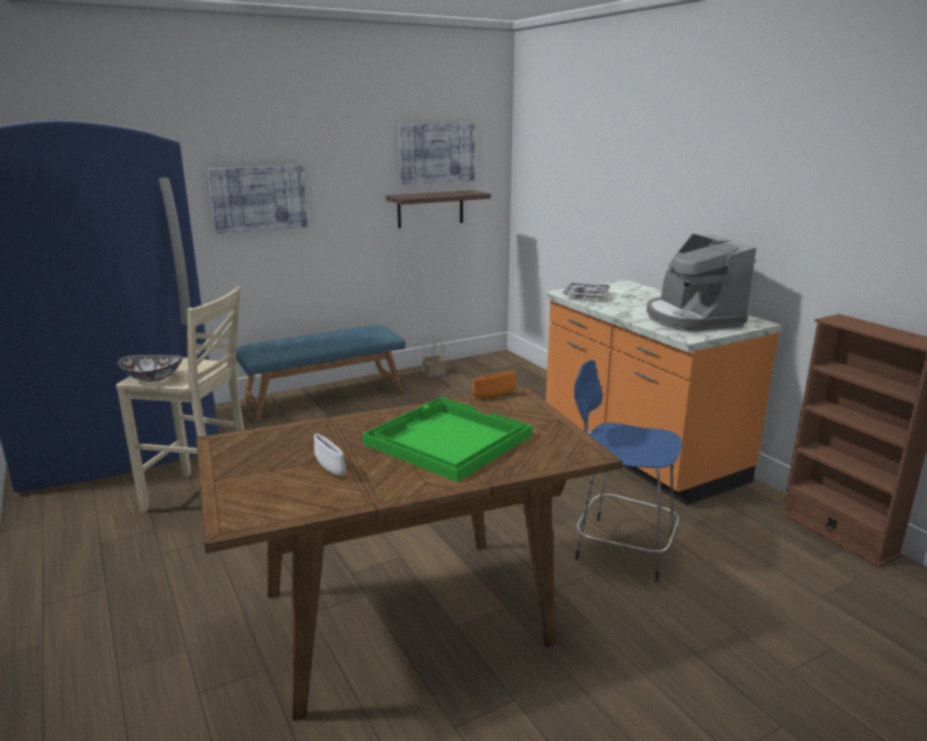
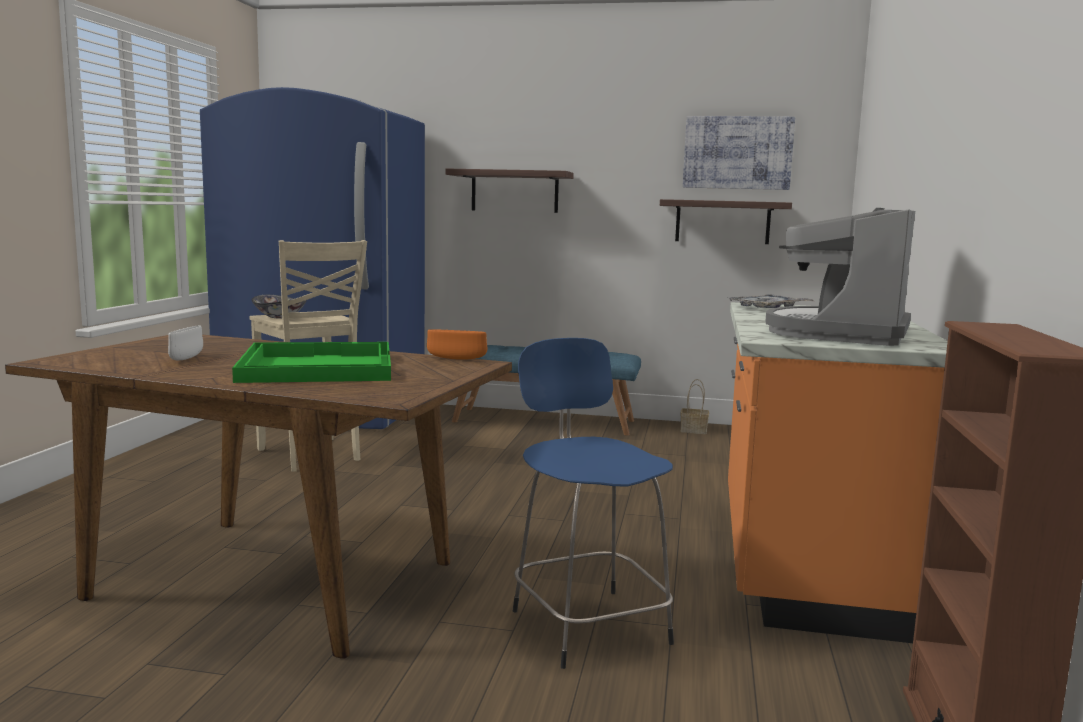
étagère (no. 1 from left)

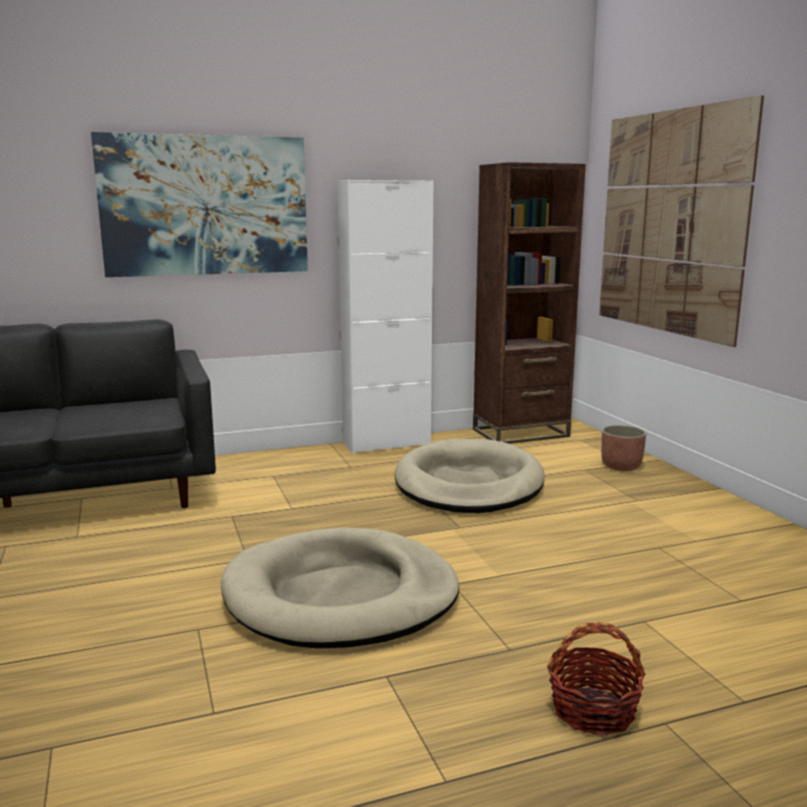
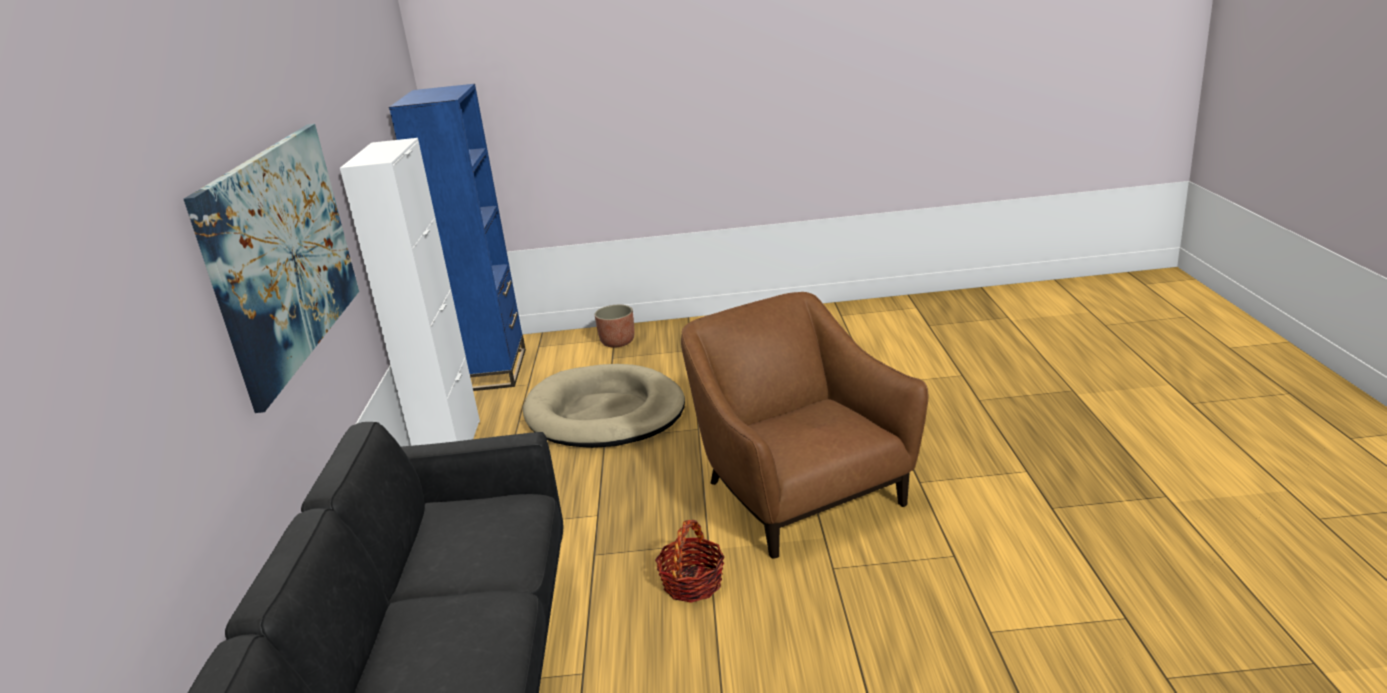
fauteuil [marron]
bibliothèque [bleu]
panier
tableau (no. 2 from left in the first image)

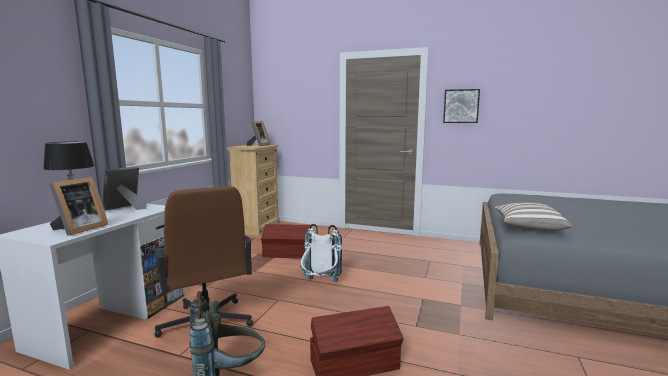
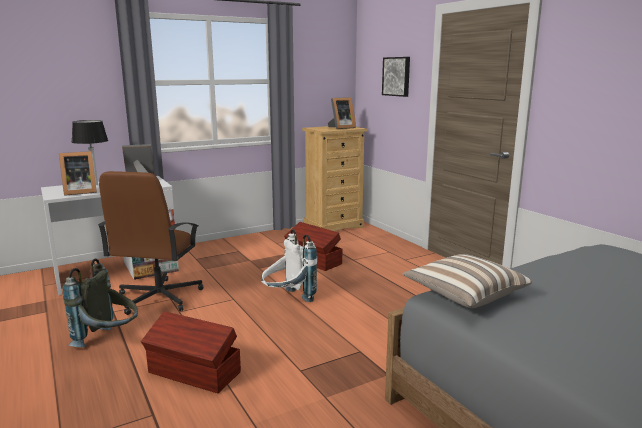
tableau

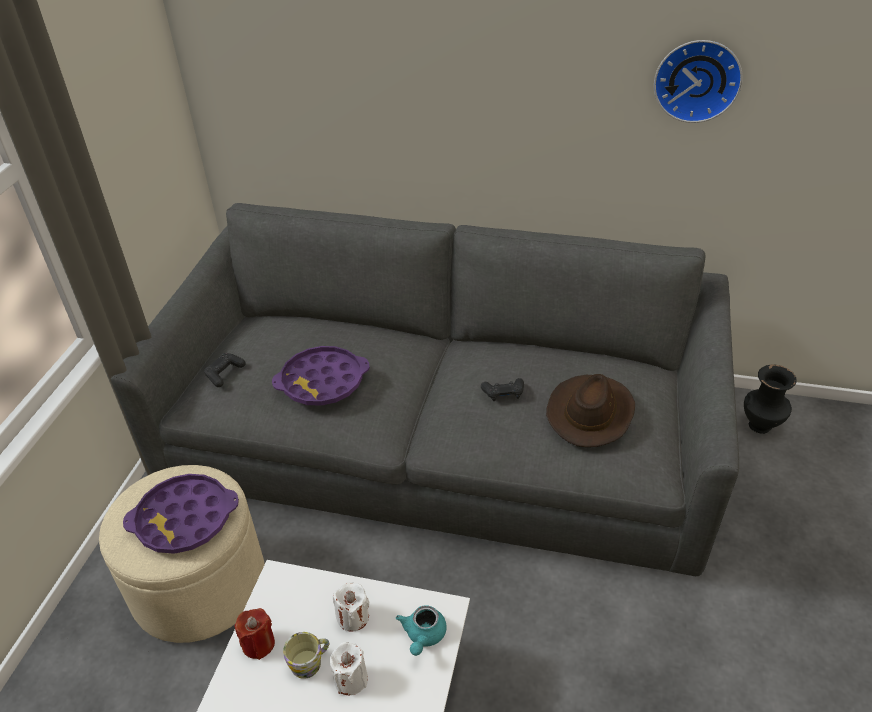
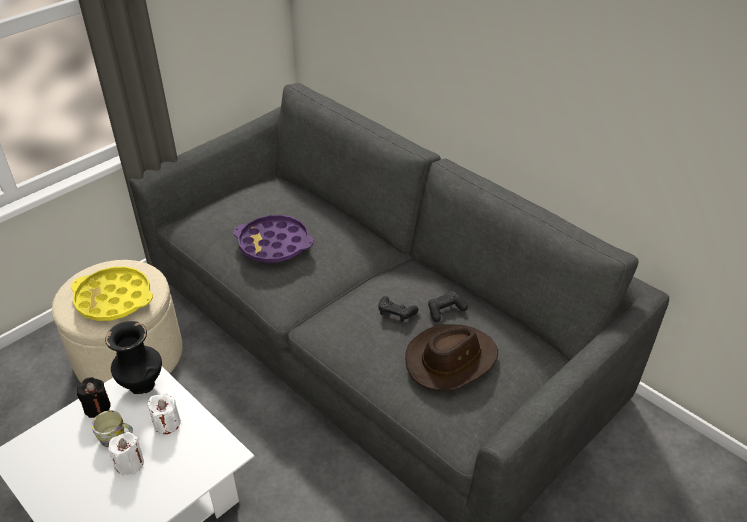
plateau [jaune]
manette [noir] (no. 2 from left)
bougie [noir]
théière [turquoise]
horloge murale
vase [noir]

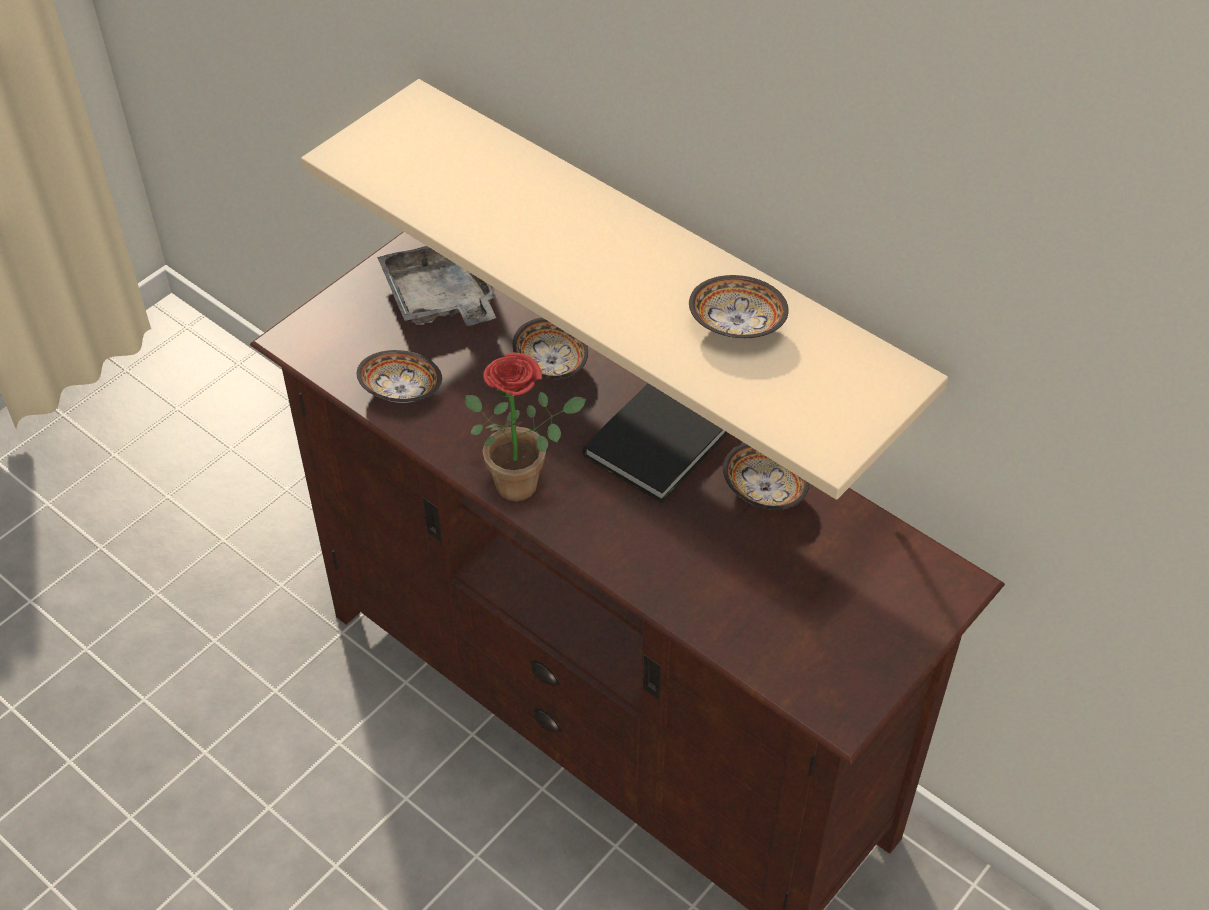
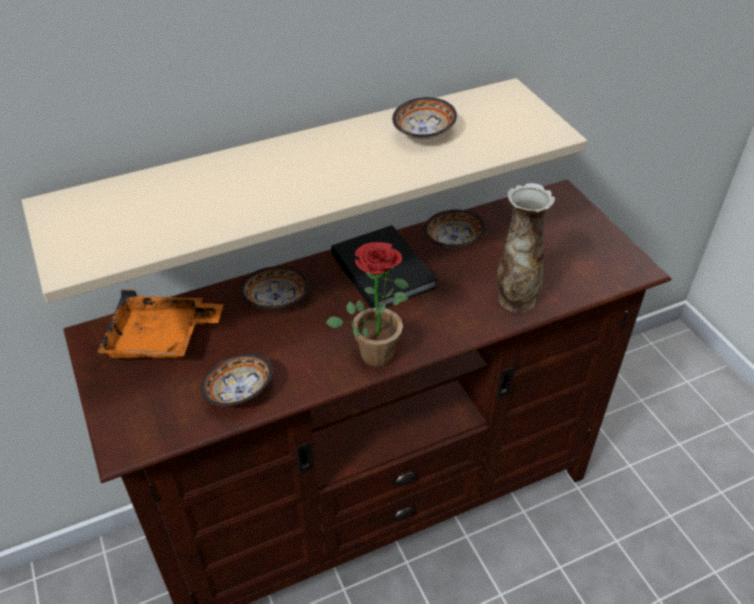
plateau [orange]
vase

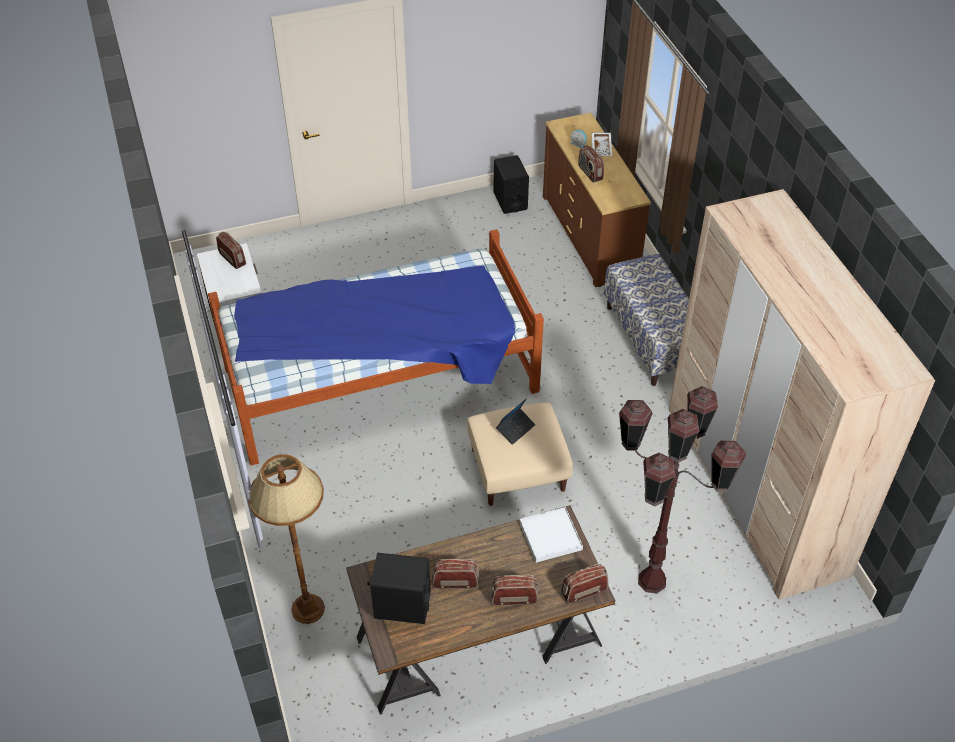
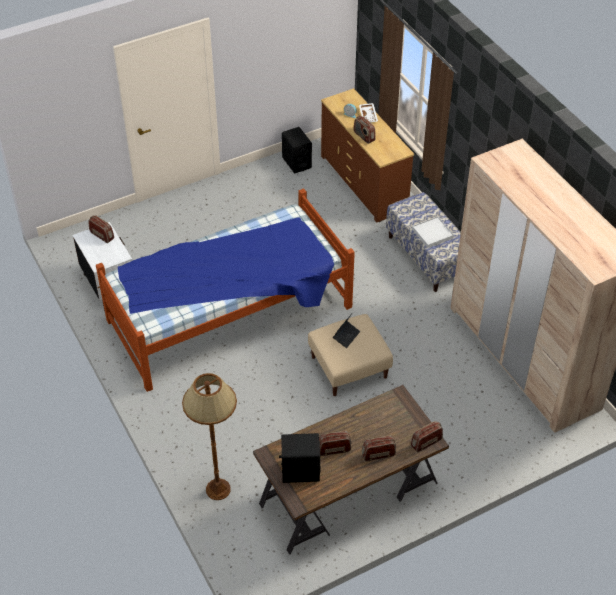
plateau [blanc] (no. 2 from left)
lampadaire [marron] (no. 2 from left in the first image)

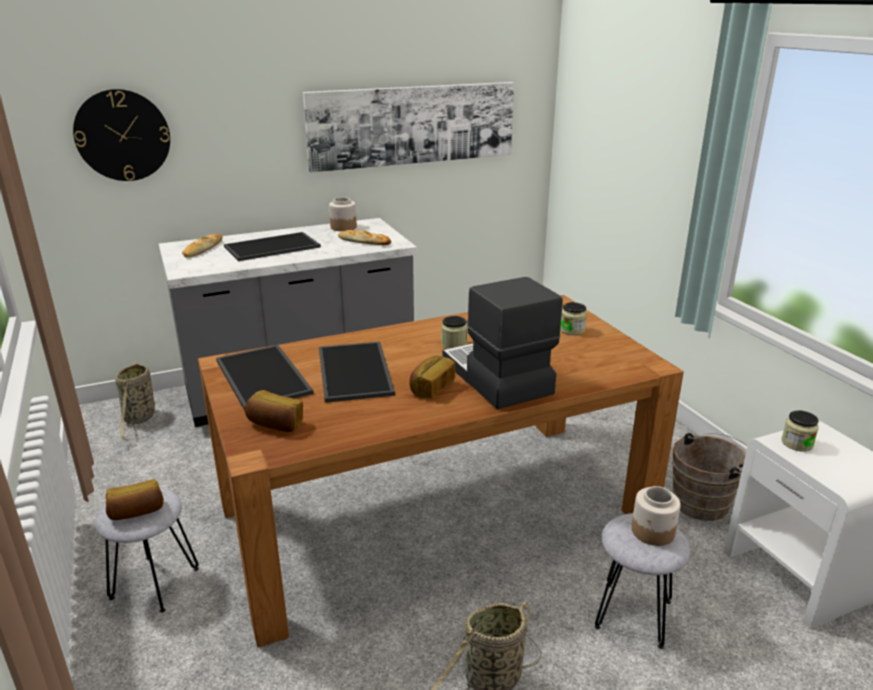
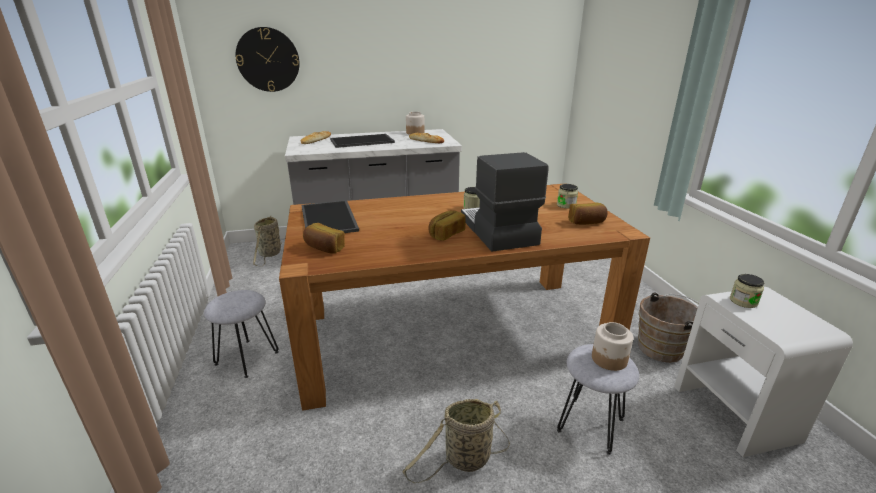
pain (no. 5 from left)
tableau
plateau (no. 3 from left in the first image)

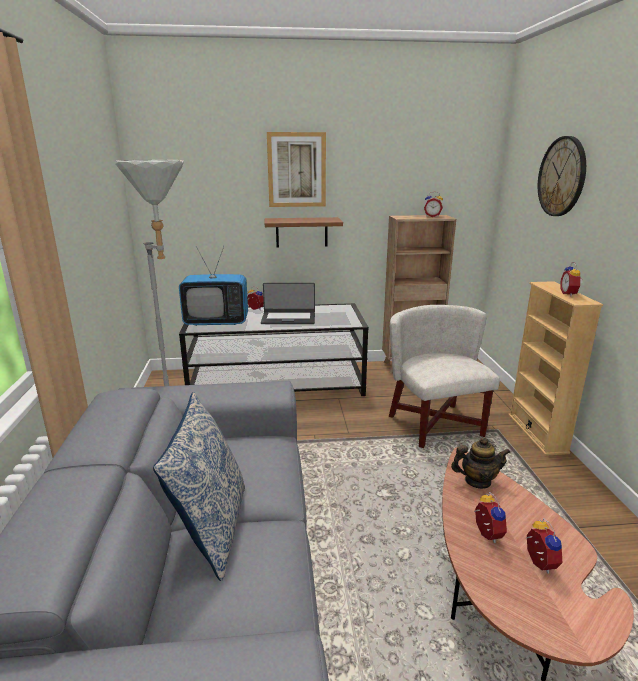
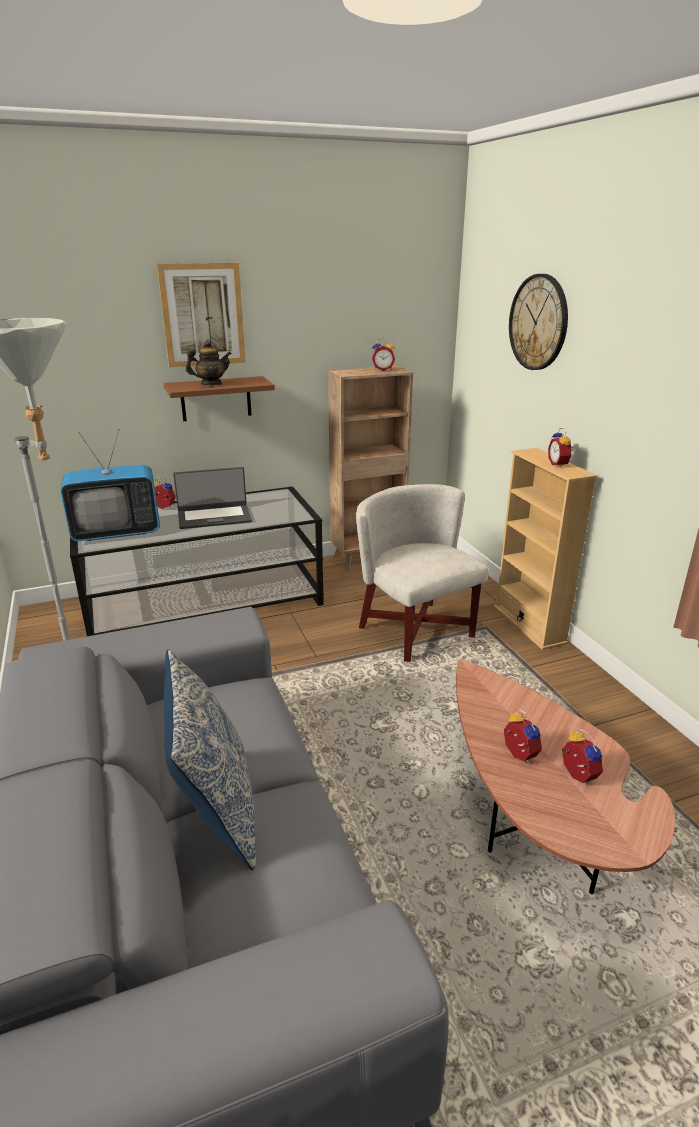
théière

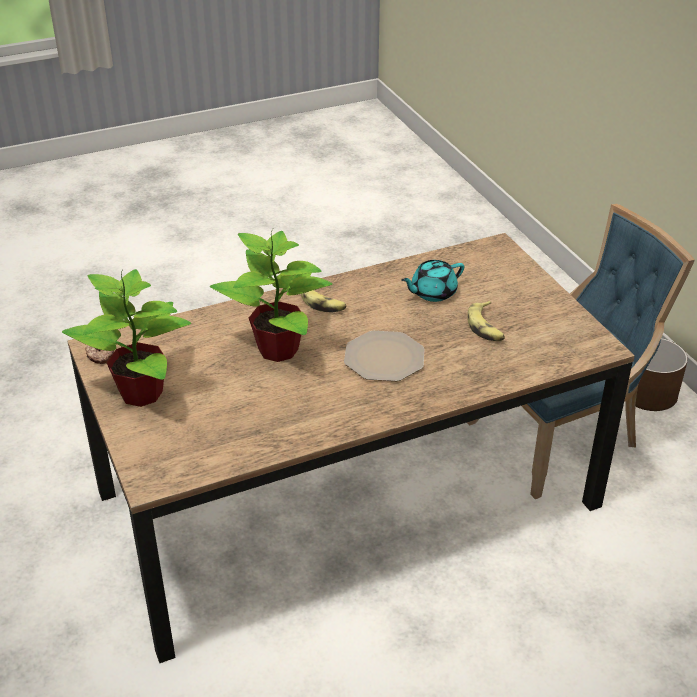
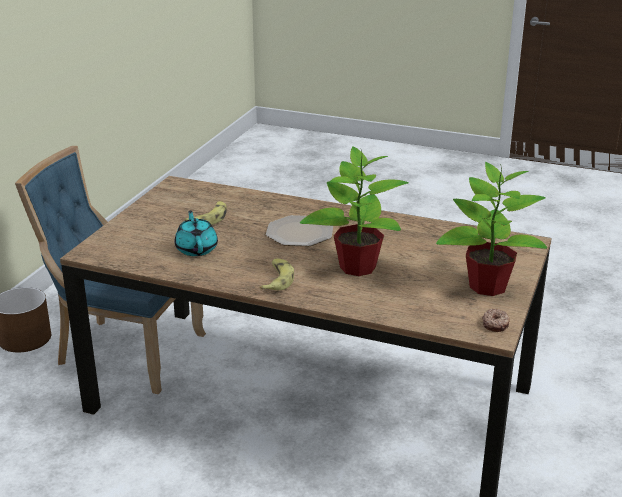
théière [turquoise]

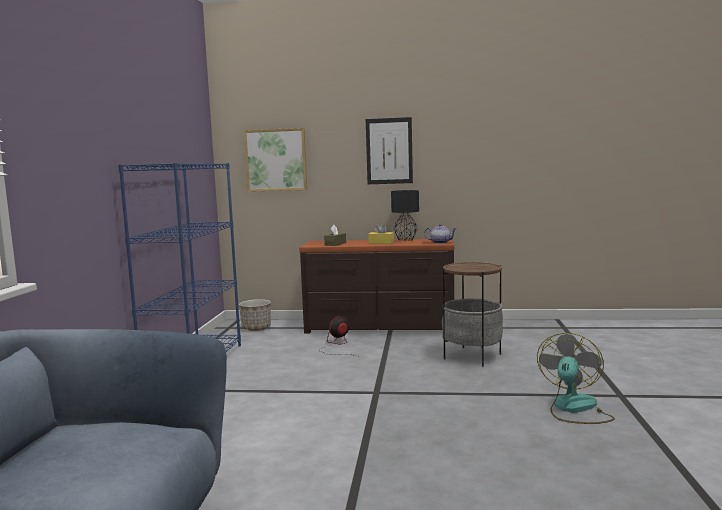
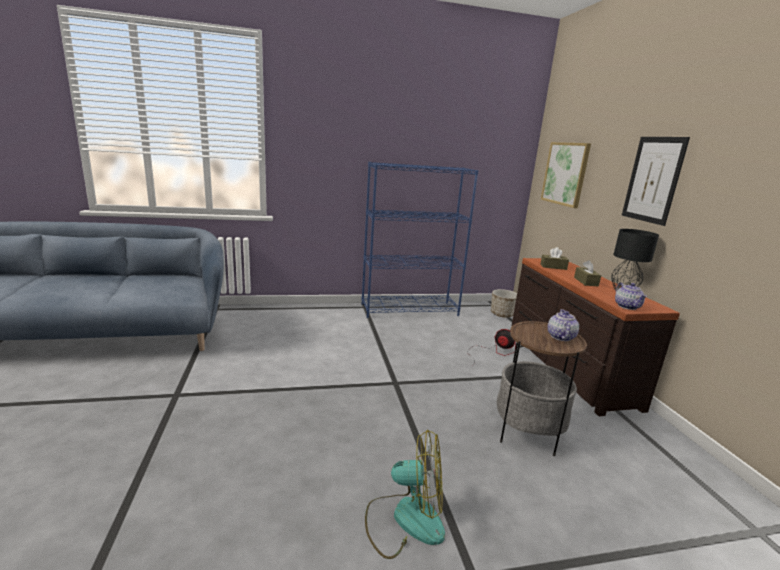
boîte à mouchoirs [marron] (no. 2 from left)
théière (no. 1 from left)

